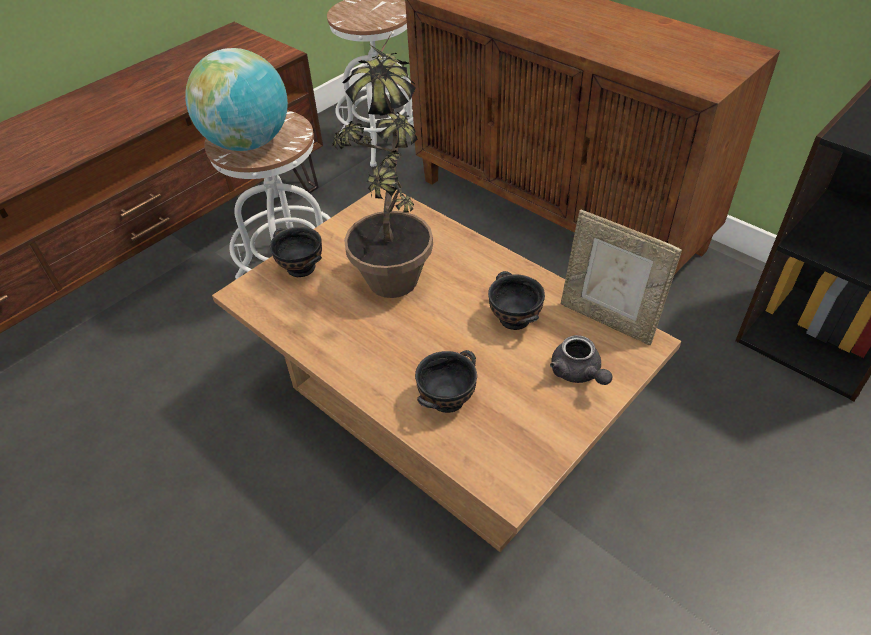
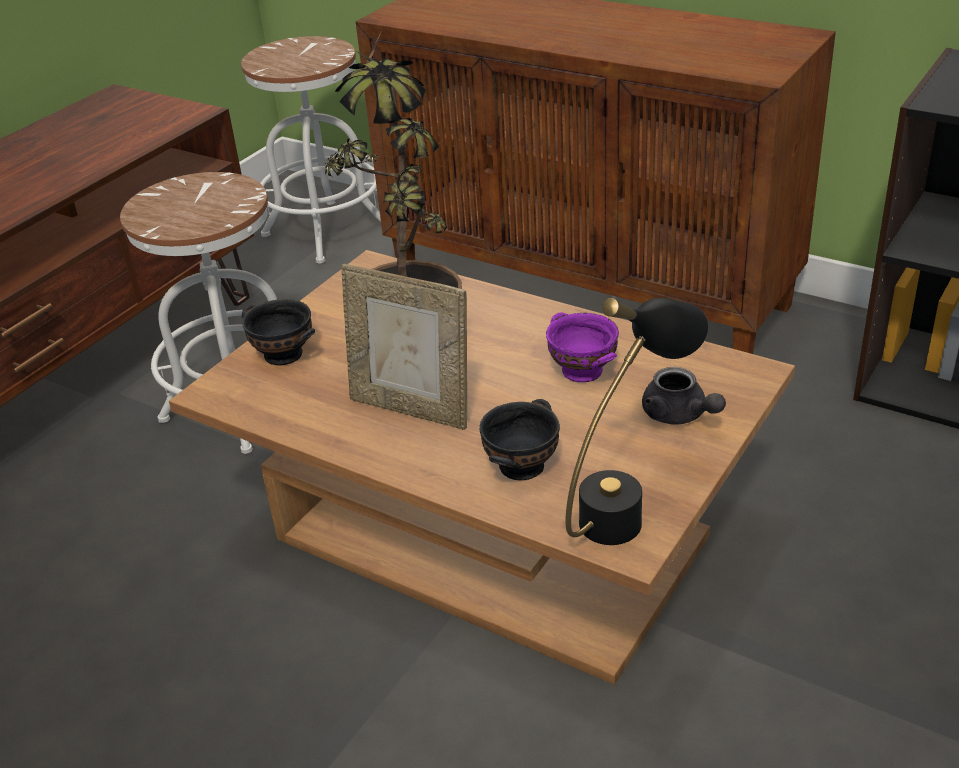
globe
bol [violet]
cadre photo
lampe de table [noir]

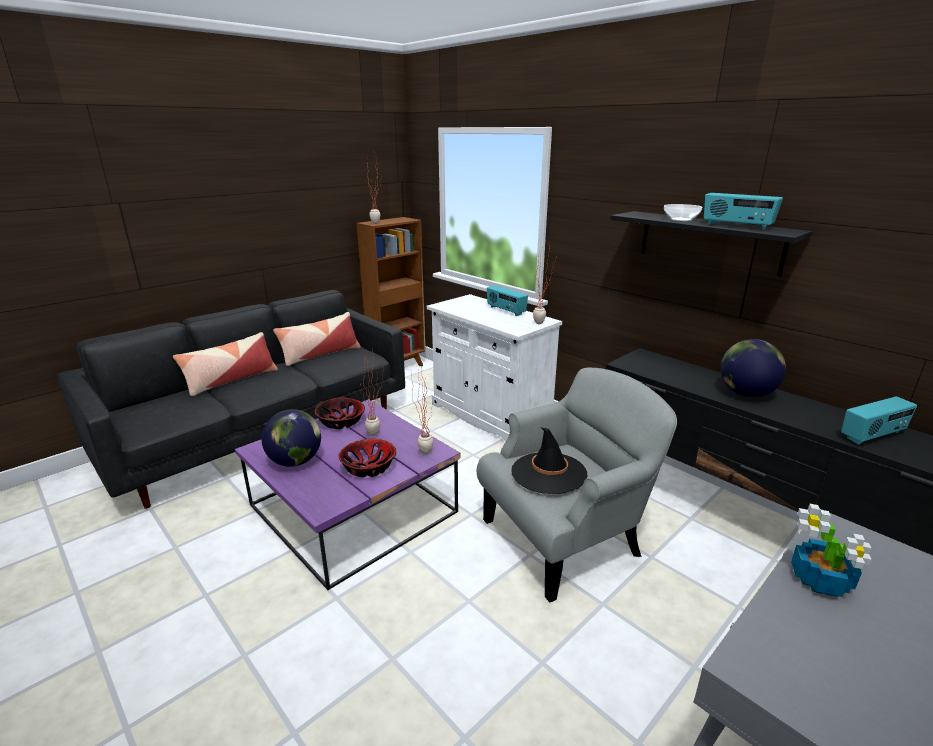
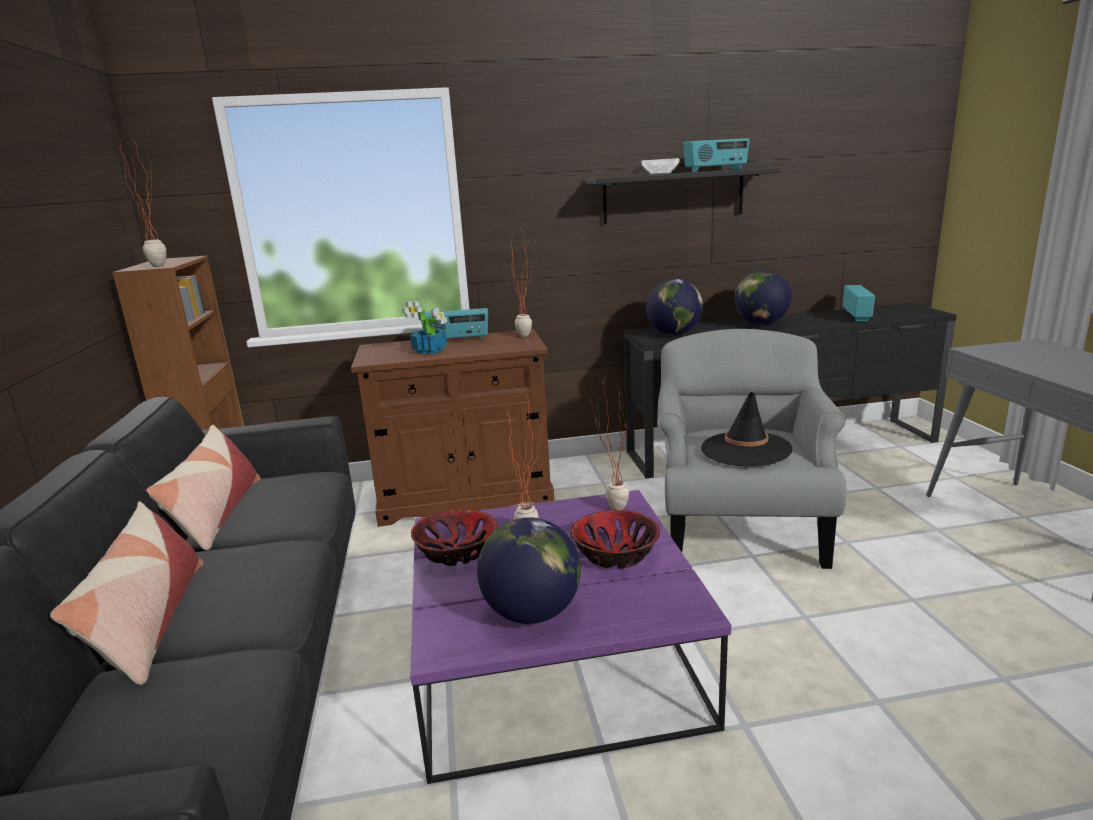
meuble de rangement [marron]
plante en pot (no. 2 from left)
globe (no. 2 from left)

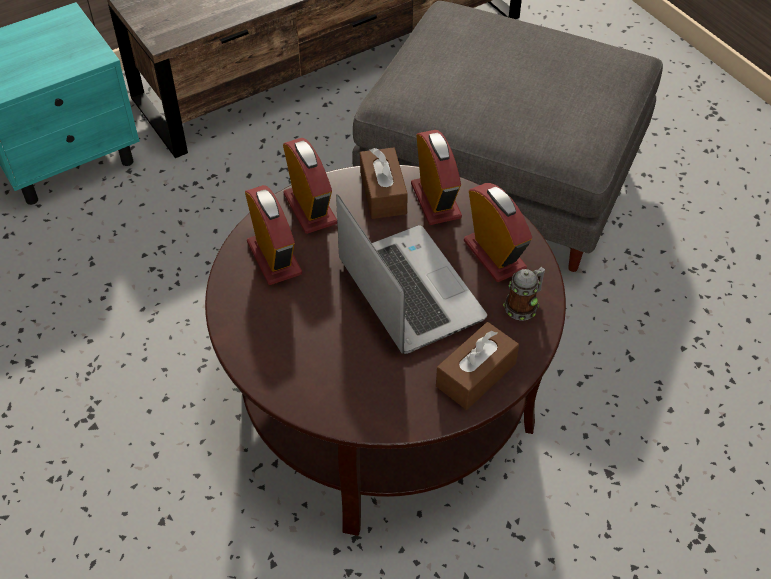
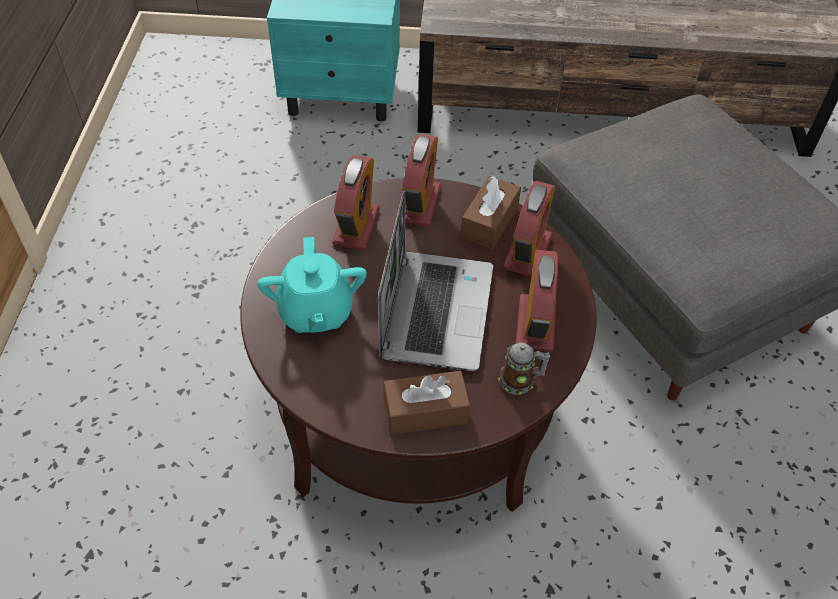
théière [turquoise]

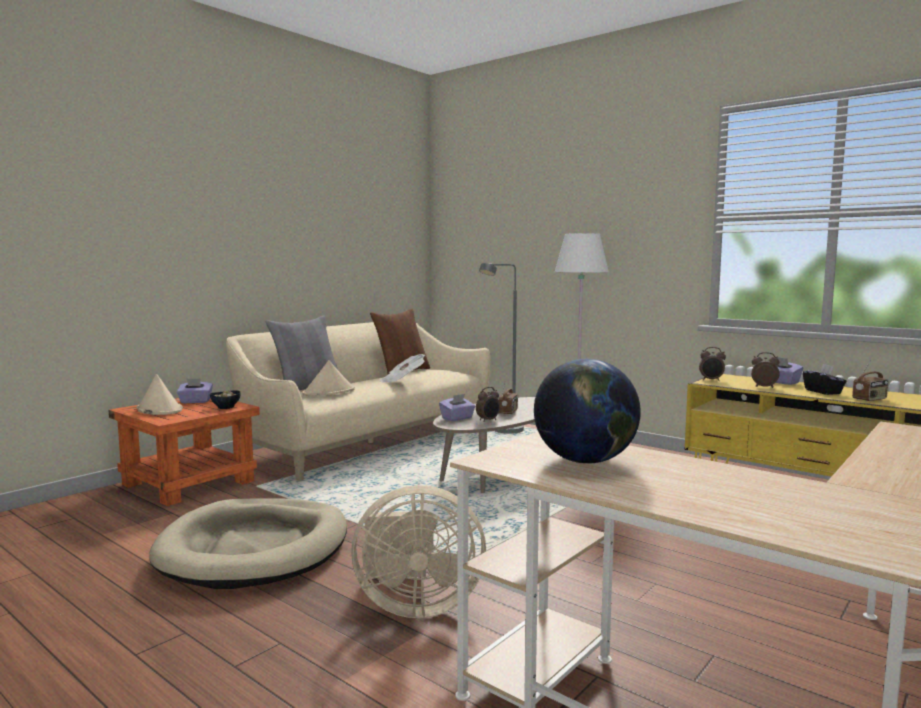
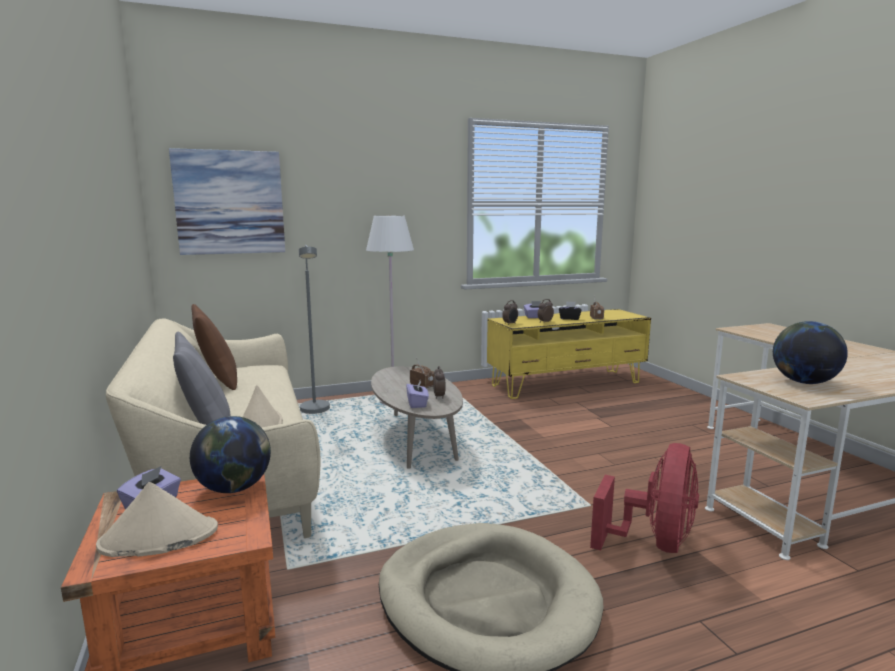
globe (no. 1 from left)
ventilateur [rouge]
journal
tableau

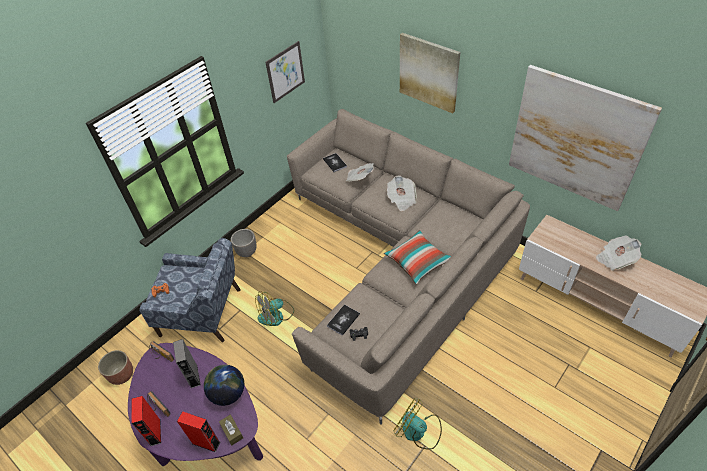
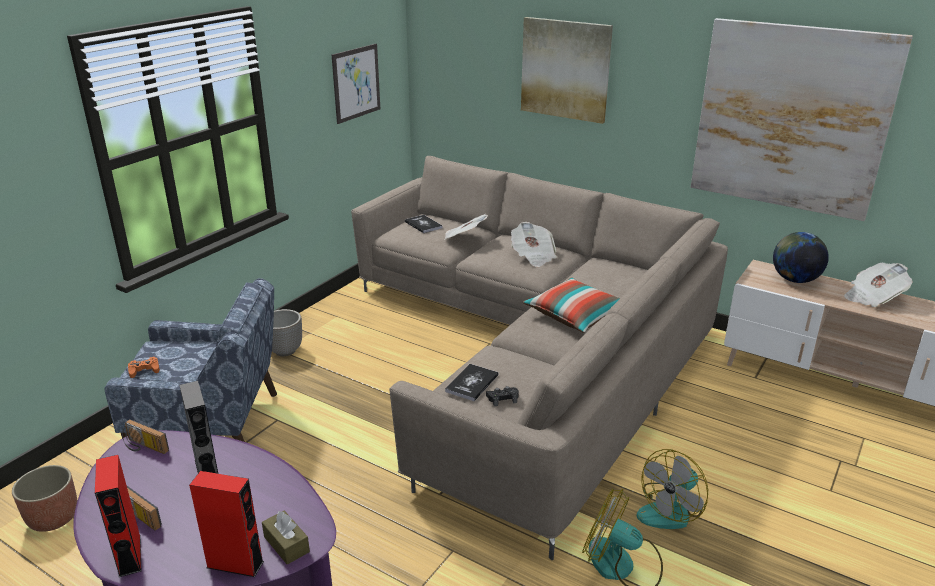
globe
ventilateur (no. 2 from left)

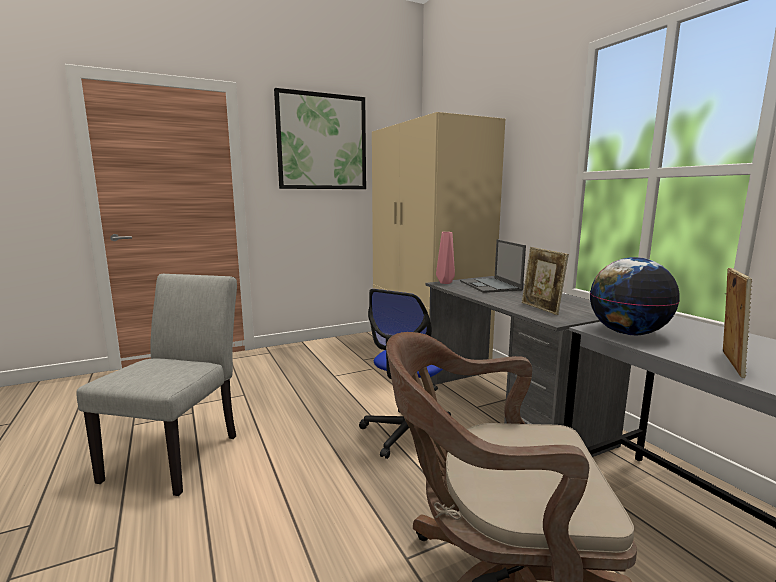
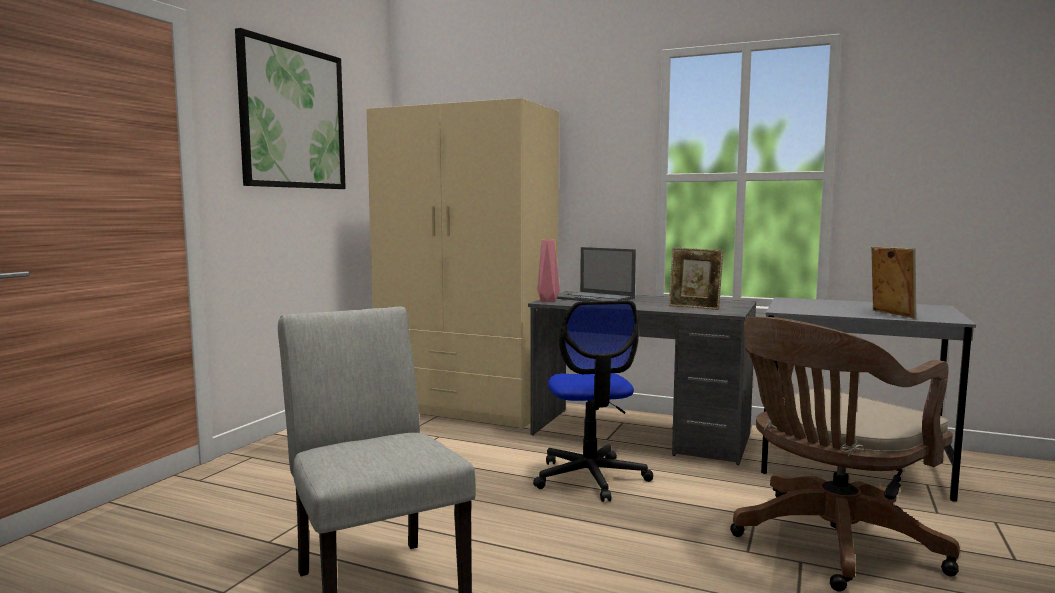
globe

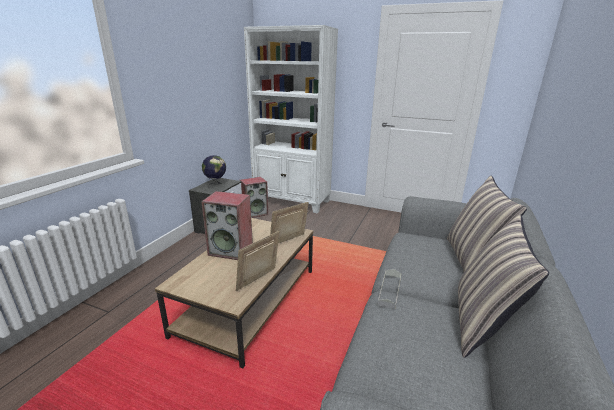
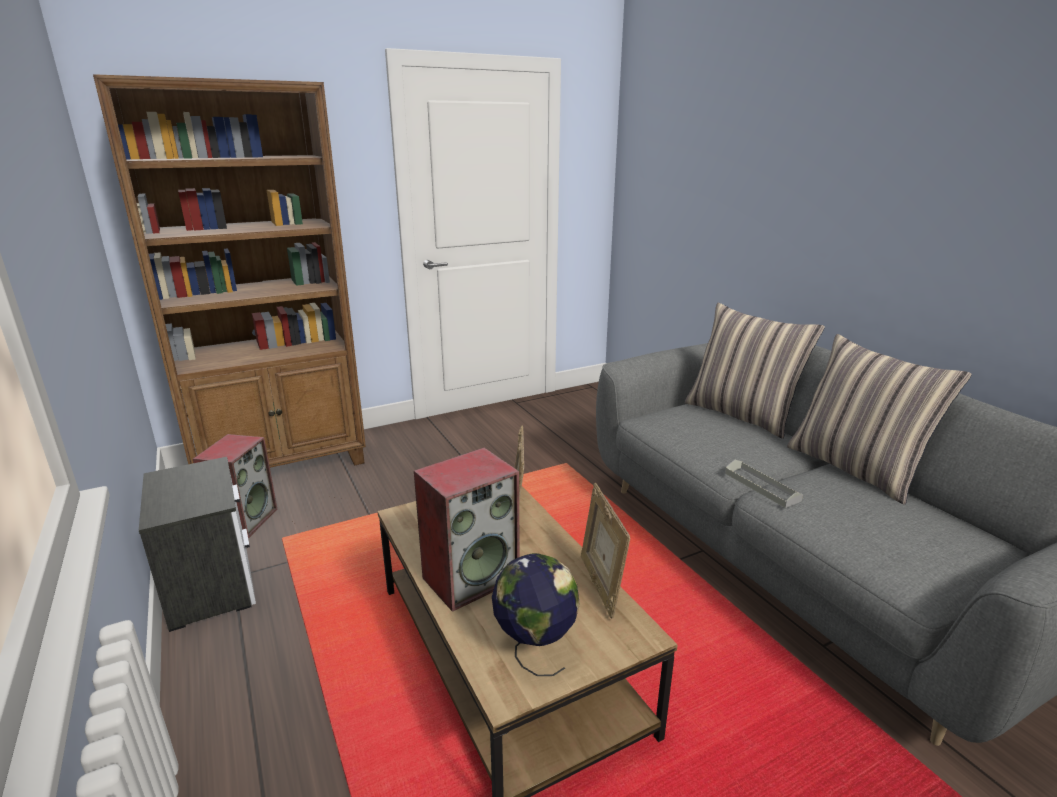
globe
bibliothèque [marron]

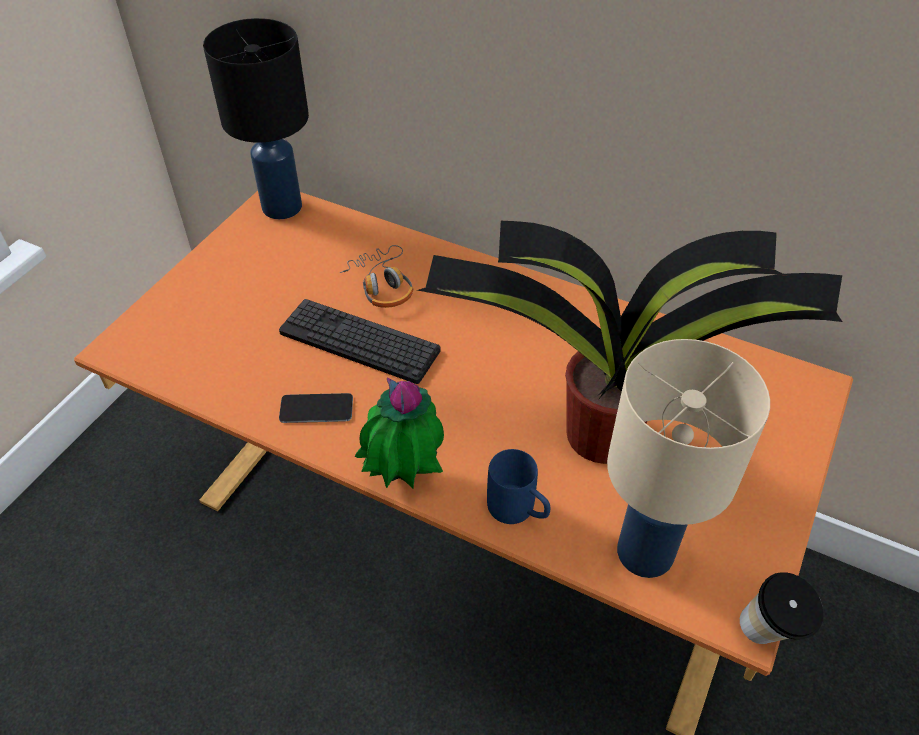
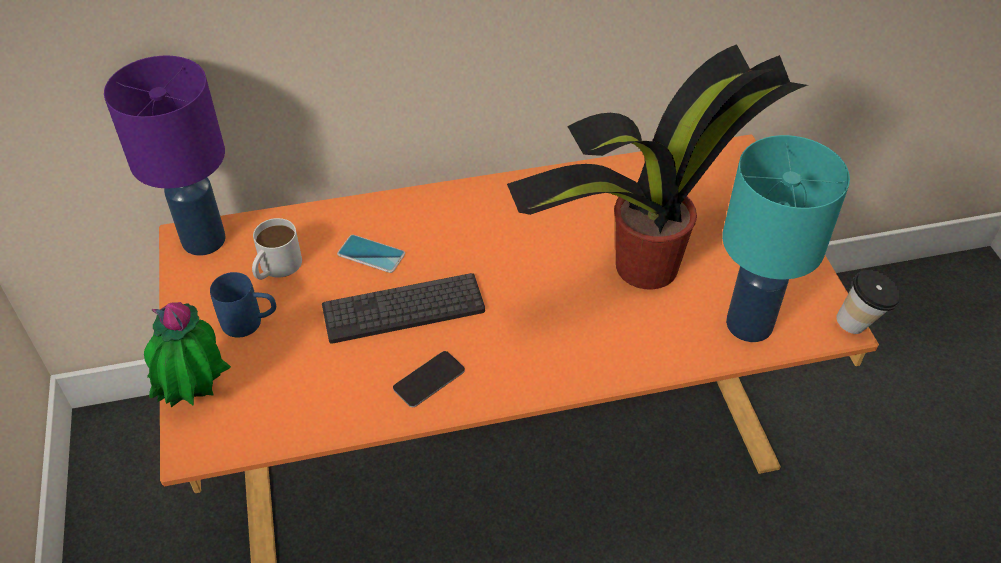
lampe de table [violet]
téléphone (no. 1 from left)
plante en pot (no. 1 from left)
mug [bleu]
lampe de table [turquoise]
mug [blanc]

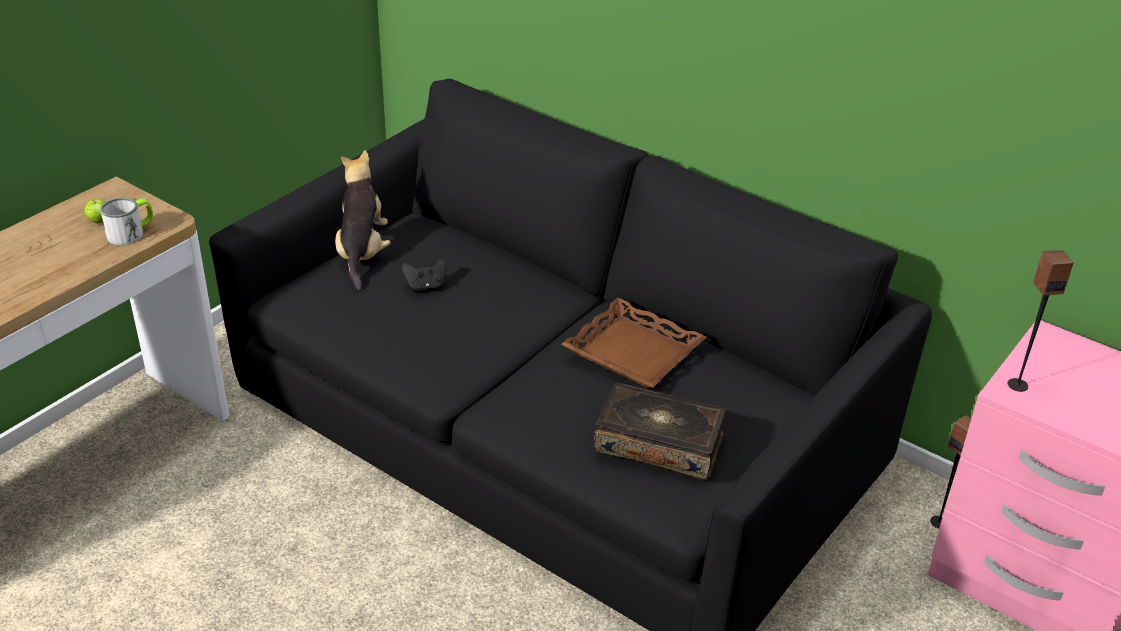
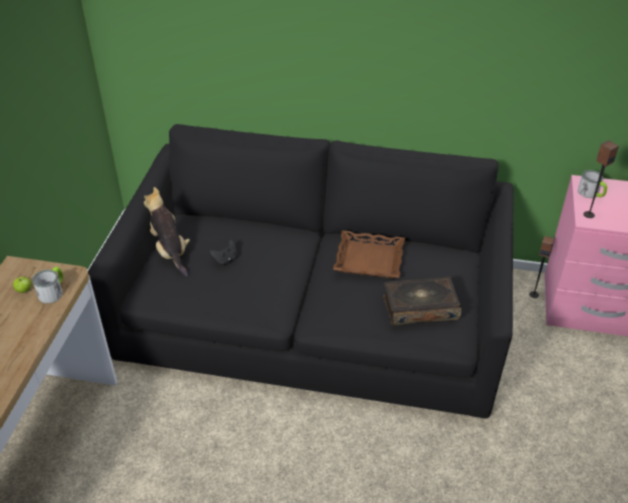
mug (no. 2 from left)

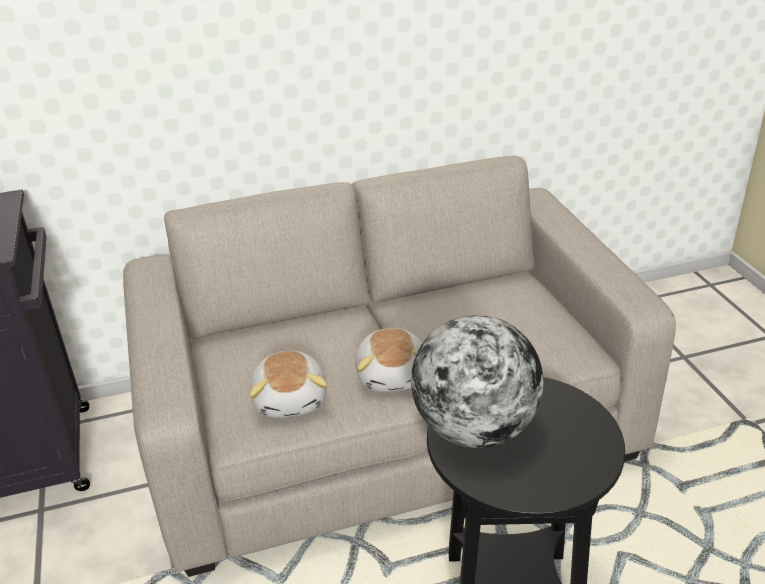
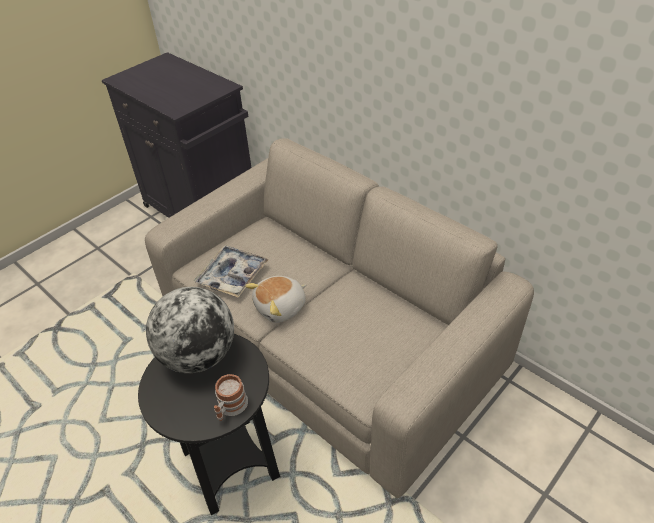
plateau
mug

